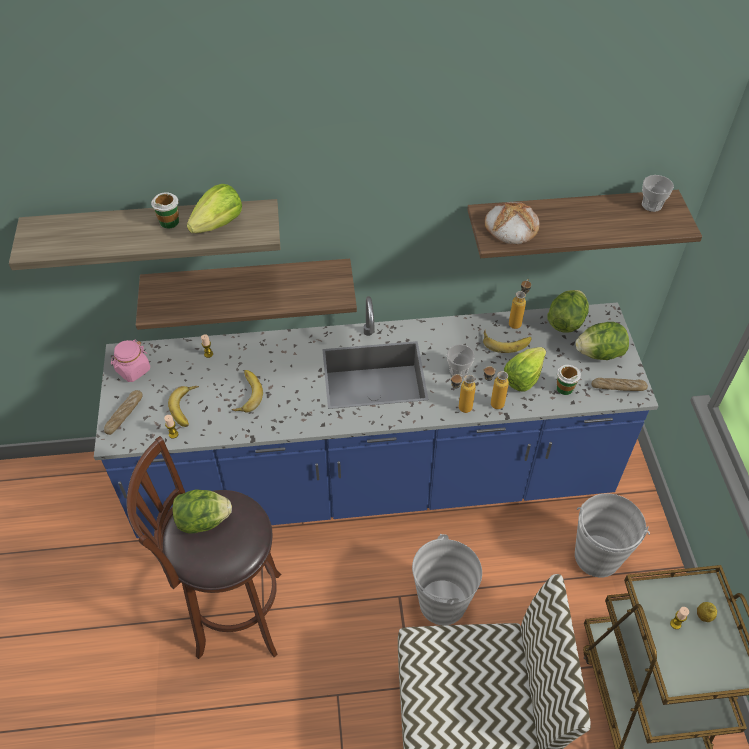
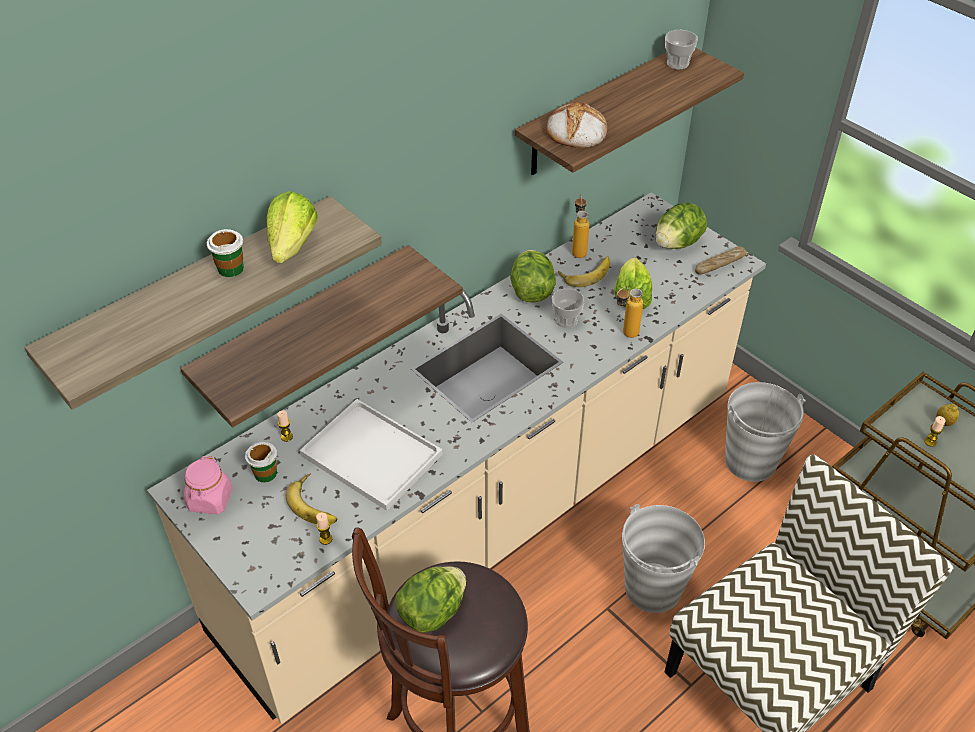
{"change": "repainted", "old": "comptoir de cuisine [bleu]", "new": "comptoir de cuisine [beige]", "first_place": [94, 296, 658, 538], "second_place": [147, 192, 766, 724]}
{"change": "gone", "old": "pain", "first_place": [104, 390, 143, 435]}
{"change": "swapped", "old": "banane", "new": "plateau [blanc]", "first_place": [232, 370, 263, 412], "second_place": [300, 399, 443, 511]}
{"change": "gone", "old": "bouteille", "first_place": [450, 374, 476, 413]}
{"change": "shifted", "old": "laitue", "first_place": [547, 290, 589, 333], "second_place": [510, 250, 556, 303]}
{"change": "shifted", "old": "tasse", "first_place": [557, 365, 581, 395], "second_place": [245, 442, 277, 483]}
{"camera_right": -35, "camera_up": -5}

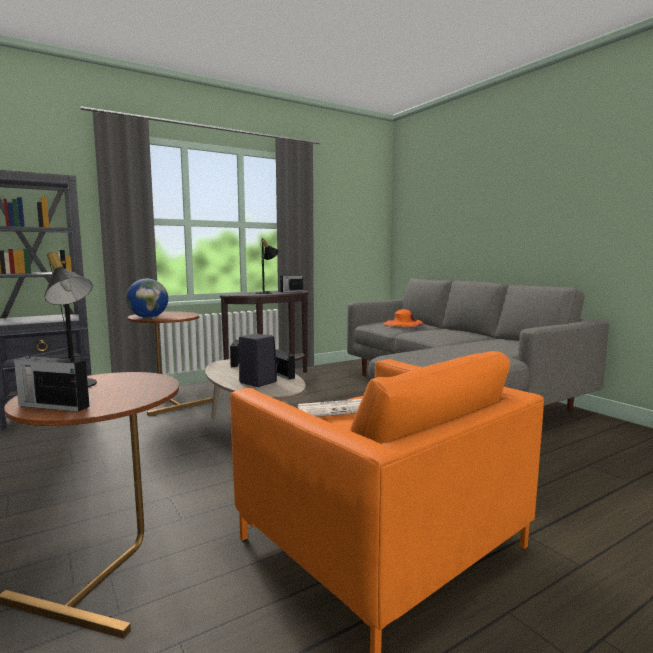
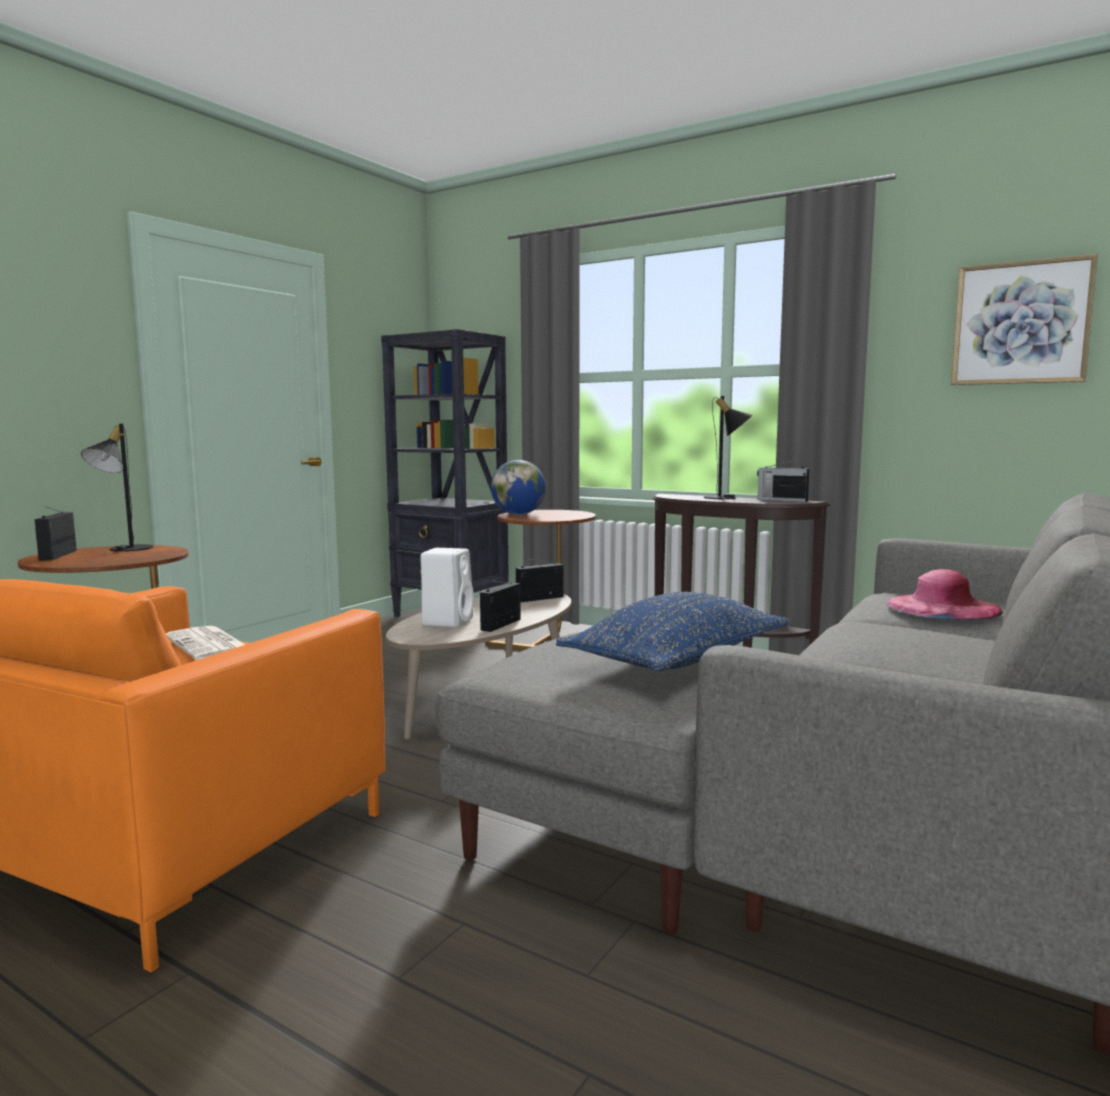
{"change": "repainted", "old": "enceinte [noir]", "new": "enceinte [blanc]", "first_place": [239, 333, 277, 387], "second_place": [420, 548, 474, 627]}
{"change": "repainted", "old": "chapeau [orange]", "new": "chapeau [rose]", "first_place": [384, 309, 424, 327], "second_place": [886, 569, 1003, 620]}
{"change": "new", "new": "coussin [bleu]", "second_place": [556, 592, 789, 671]}
{"change": "new", "new": "tableau", "second_place": [951, 254, 1098, 385]}
{"camera_right": 65, "camera_up": 0}

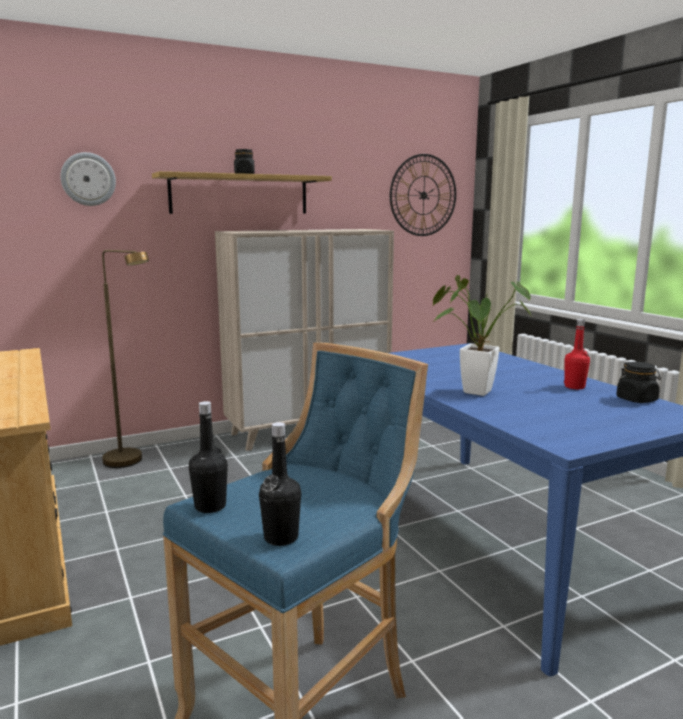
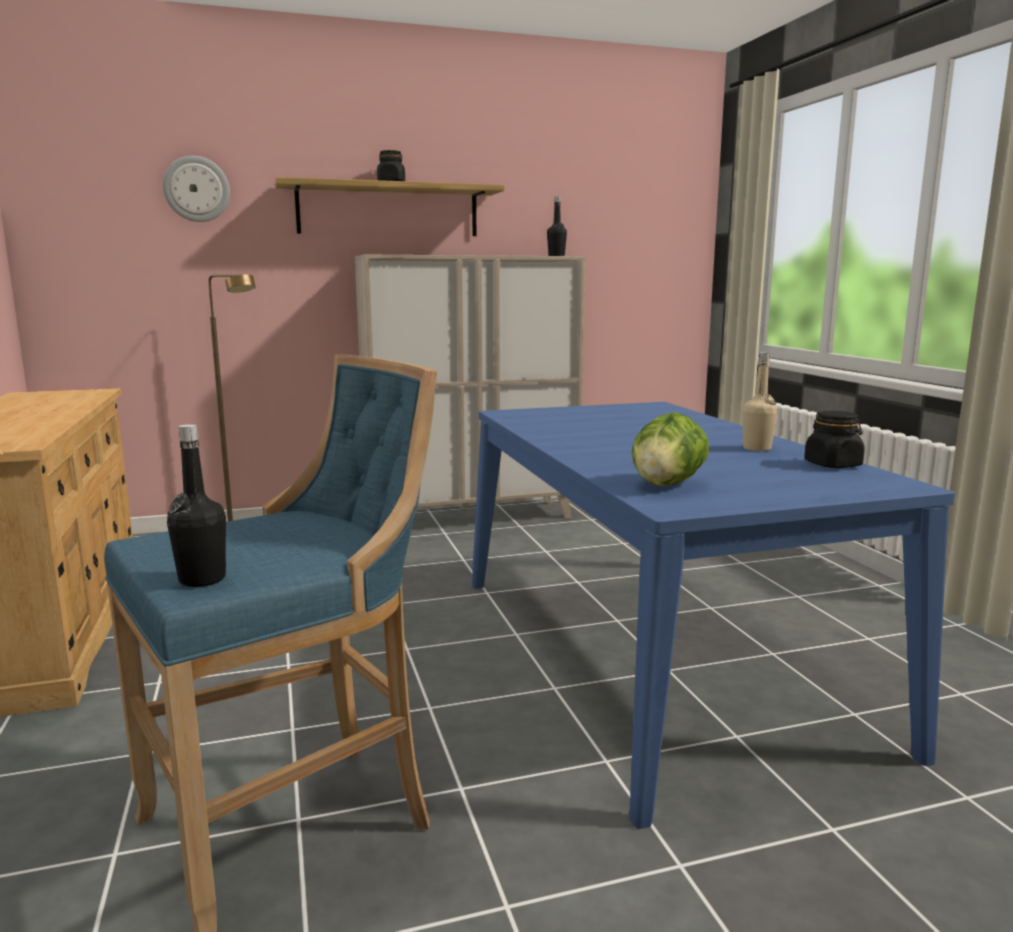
{"change": "shifted", "old": "bouteille [noir]", "first_place": [189, 401, 228, 513], "second_place": [547, 197, 567, 256]}
{"change": "gone", "old": "horloge murale", "first_place": [390, 154, 456, 236]}
{"change": "gone", "old": "plante en pot", "first_place": [433, 275, 532, 396]}
{"change": "repainted", "old": "bouteille [rouge]", "new": "bouteille [beige]", "first_place": [564, 319, 590, 389], "second_place": [743, 352, 778, 451]}
{"change": "new", "new": "laitue", "second_place": [632, 412, 710, 486]}
{"camera_right": 10, "camera_up": 0}

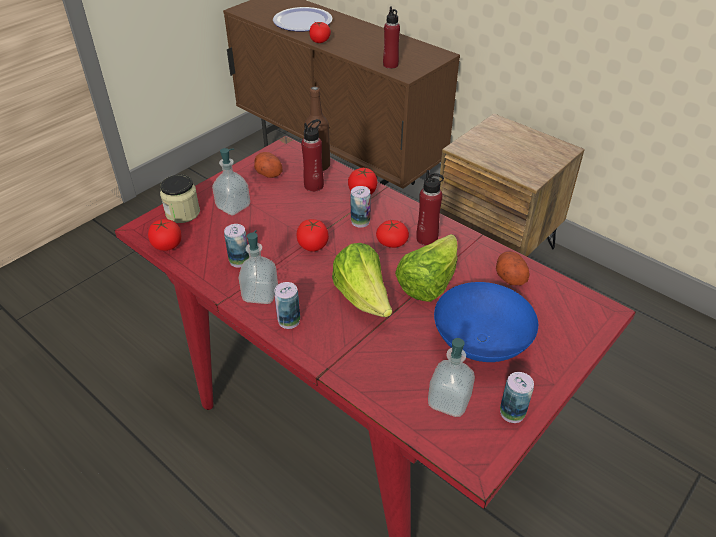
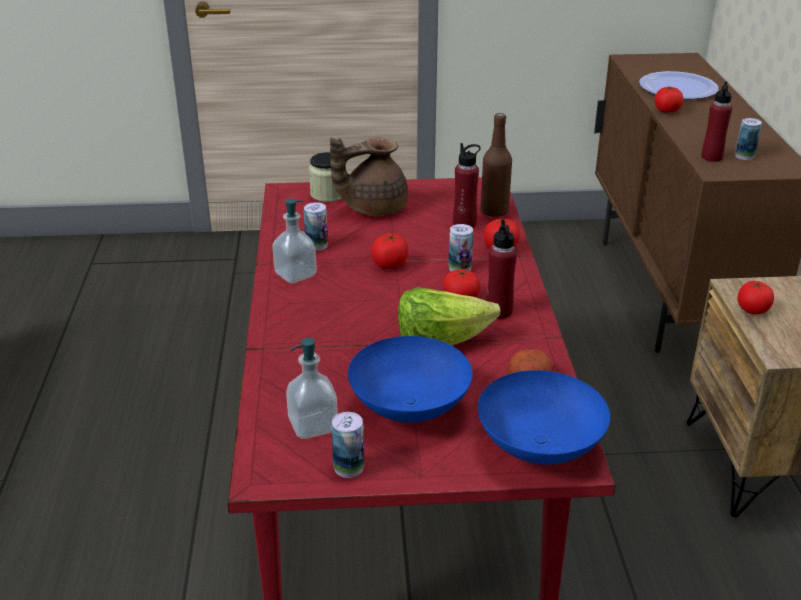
{"change": "shifted", "old": "tomate", "first_place": [148, 219, 181, 251], "second_place": [737, 281, 774, 314]}
{"change": "swapped", "old": "distributeur de savon", "new": "théière [marron]", "first_place": [212, 148, 250, 216], "second_place": [330, 137, 408, 216]}
{"change": "gone", "old": "pomme de terre", "first_place": [254, 152, 282, 178]}
{"change": "shifted", "old": "boîte métallique", "first_place": [274, 282, 300, 329], "second_place": [735, 118, 762, 160]}
{"change": "gone", "old": "laitue", "first_place": [332, 243, 392, 317]}
{"change": "new", "new": "bol [bleu]", "second_place": [478, 370, 610, 465]}
{"camera_right": 45, "camera_up": -10}

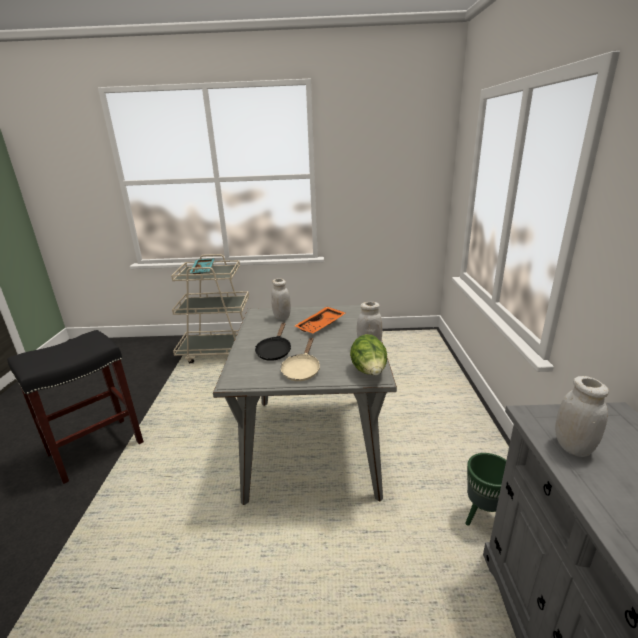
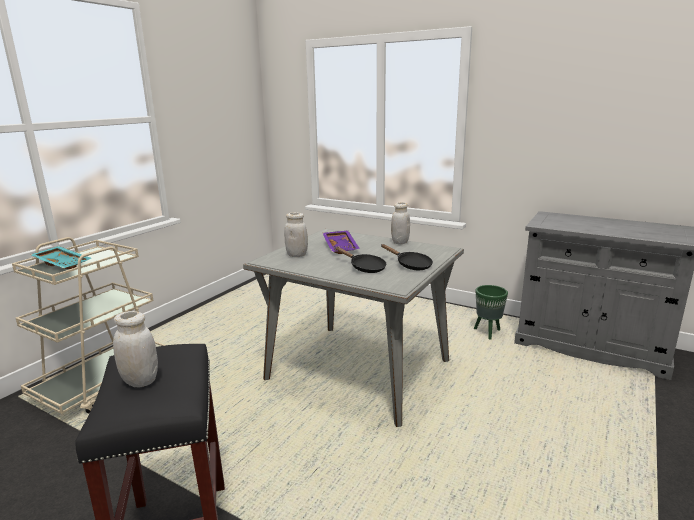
{"change": "repainted", "old": "poêle [beige]", "new": "poêle [noir]", "first_place": [281, 338, 320, 381], "second_place": [381, 244, 433, 270]}
{"change": "repainted", "old": "plateau [orange]", "new": "plateau [violet]", "first_place": [295, 307, 345, 333], "second_place": [323, 230, 360, 254]}
{"change": "gone", "old": "laitue", "first_place": [350, 334, 387, 375]}
{"change": "shifted", "old": "bocal [blanc]", "first_place": [555, 376, 609, 457], "second_place": [113, 311, 158, 387]}
{"camera_right": -60, "camera_up": -5}

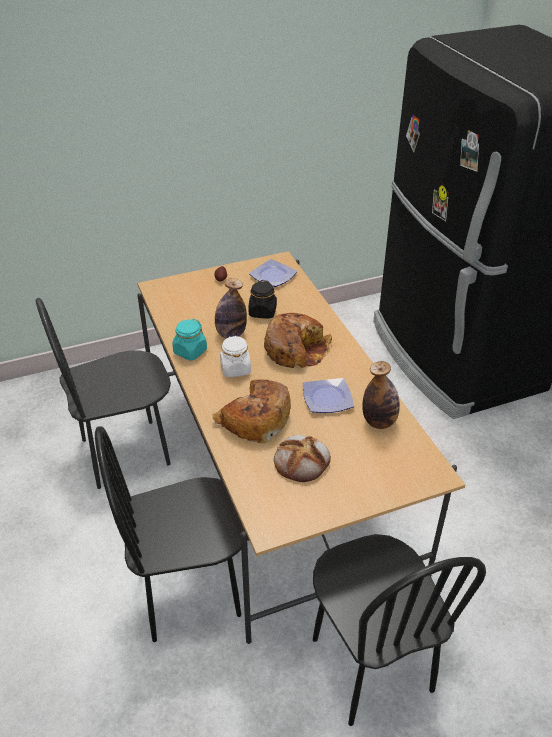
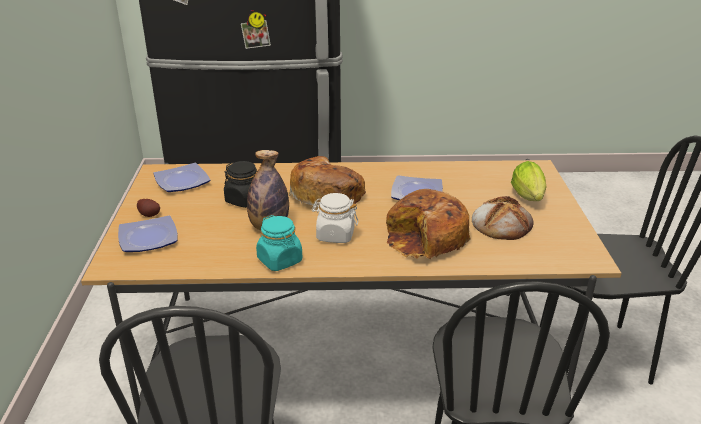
{"change": "gone", "old": "bouteille", "first_place": [362, 361, 400, 429]}
{"change": "new", "new": "assiette", "second_place": [118, 215, 178, 252]}
{"change": "new", "new": "laitue", "second_place": [511, 161, 547, 201]}
{"camera_right": -70, "camera_up": -10}

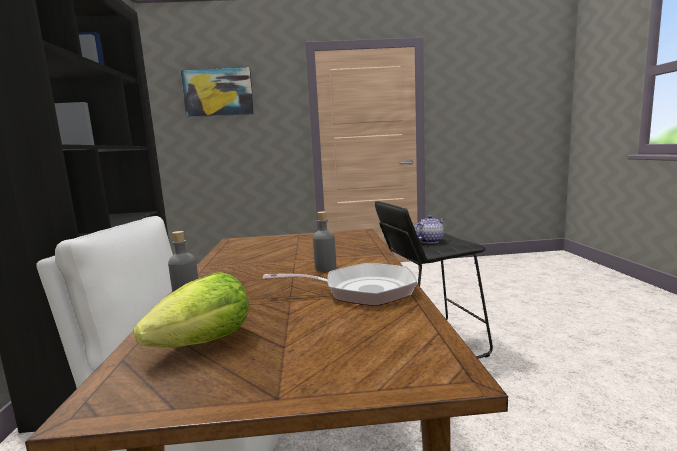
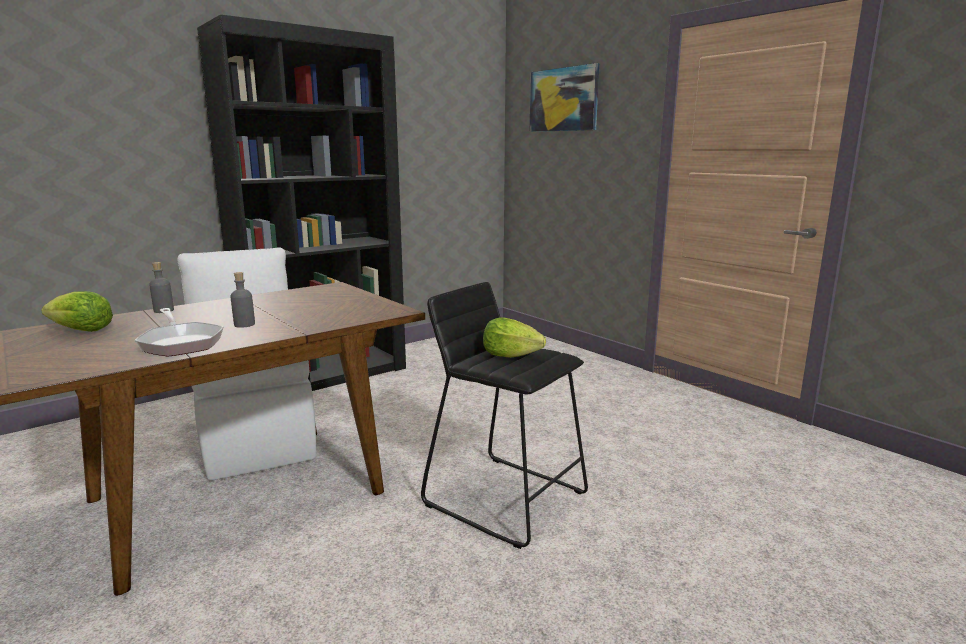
{"change": "swapped", "old": "théière", "new": "laitue", "first_place": [414, 215, 445, 244], "second_place": [483, 318, 546, 358]}
{"camera_right": 55, "camera_up": 5}

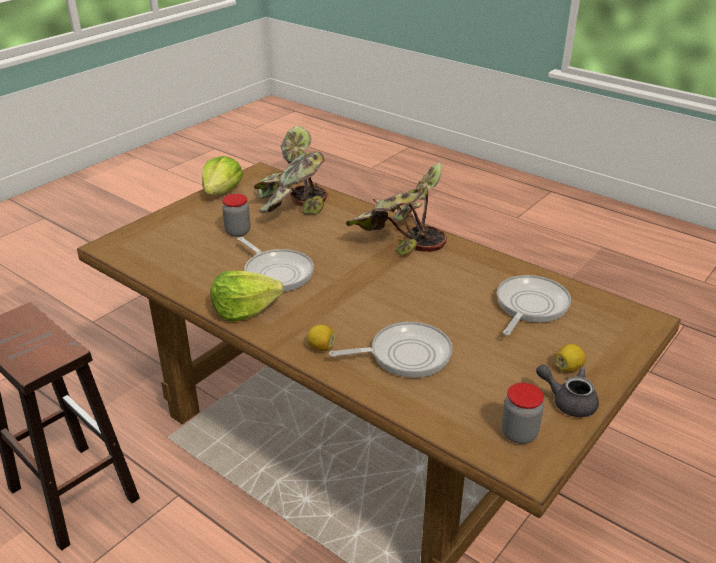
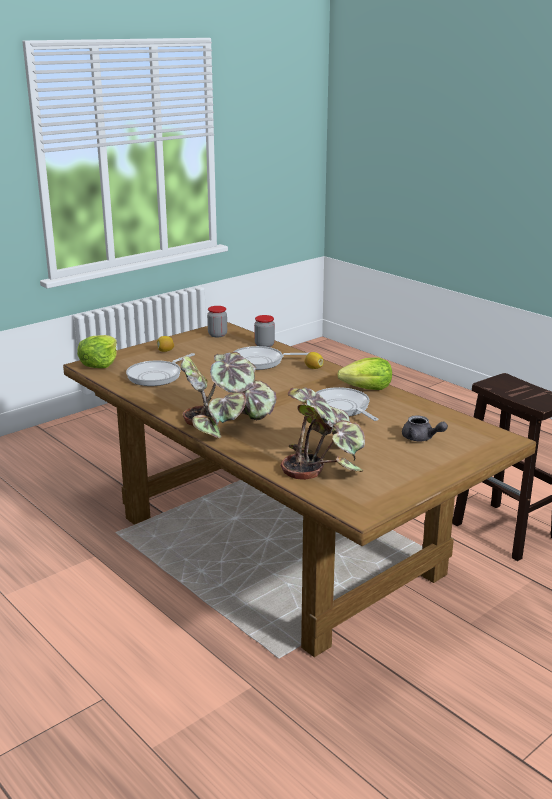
{"change": "shifted", "old": "laitue", "first_place": [202, 156, 243, 195], "second_place": [77, 335, 117, 368]}
{"change": "shifted", "old": "bocal", "first_place": [222, 194, 251, 237], "second_place": [254, 315, 275, 347]}
{"change": "shifted", "old": "théière [gris]", "first_place": [536, 364, 599, 417], "second_place": [402, 415, 448, 441]}
{"camera_right": -170, "camera_up": -10}

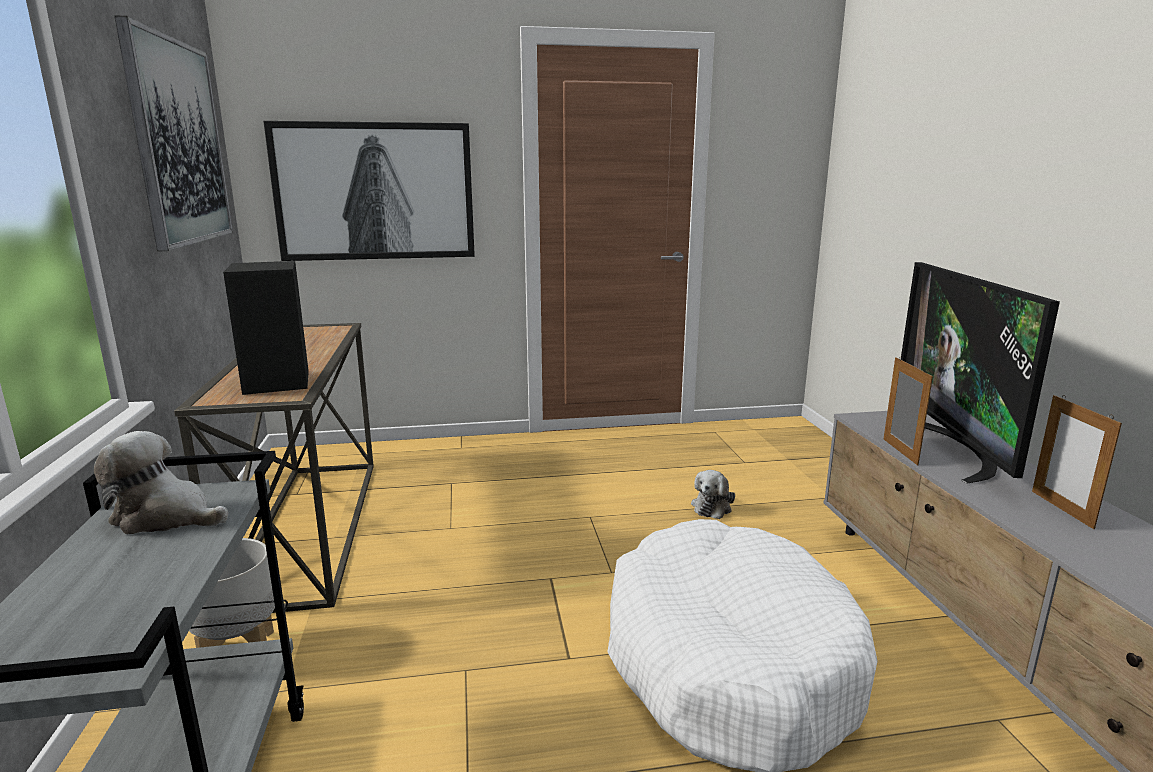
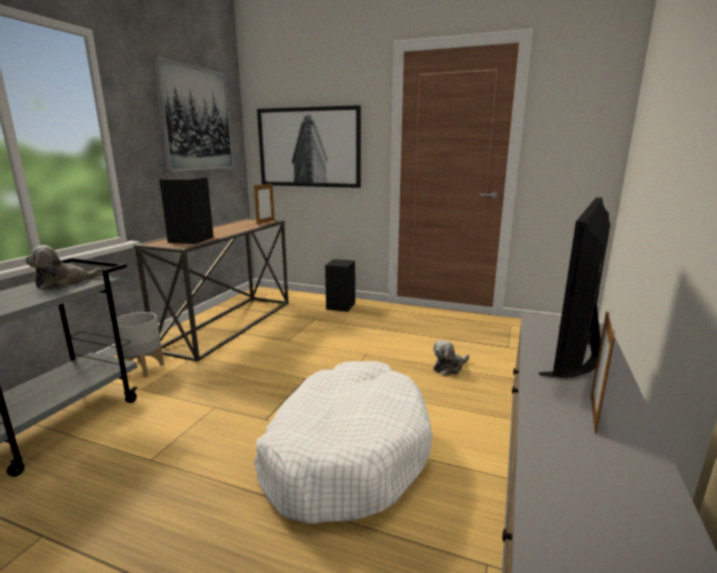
{"change": "rotated", "old": "peluche", "first_place": [94, 431, 228, 534], "second_place": [25, 245, 102, 290], "degrees": -90}
{"change": "shifted", "old": "cadre photo", "first_place": [884, 357, 933, 465], "second_place": [254, 182, 275, 224]}
{"change": "new", "new": "enceinte [noir]", "second_place": [325, 259, 355, 312]}
{"camera_right": 30, "camera_up": 0}

